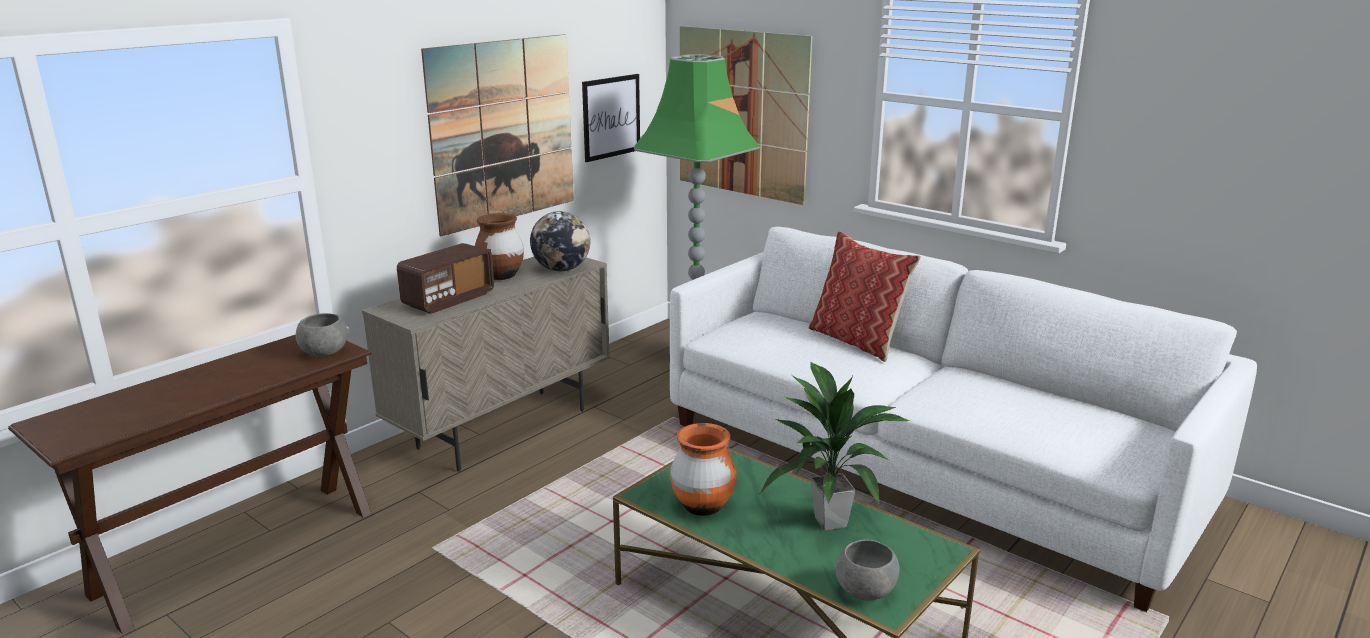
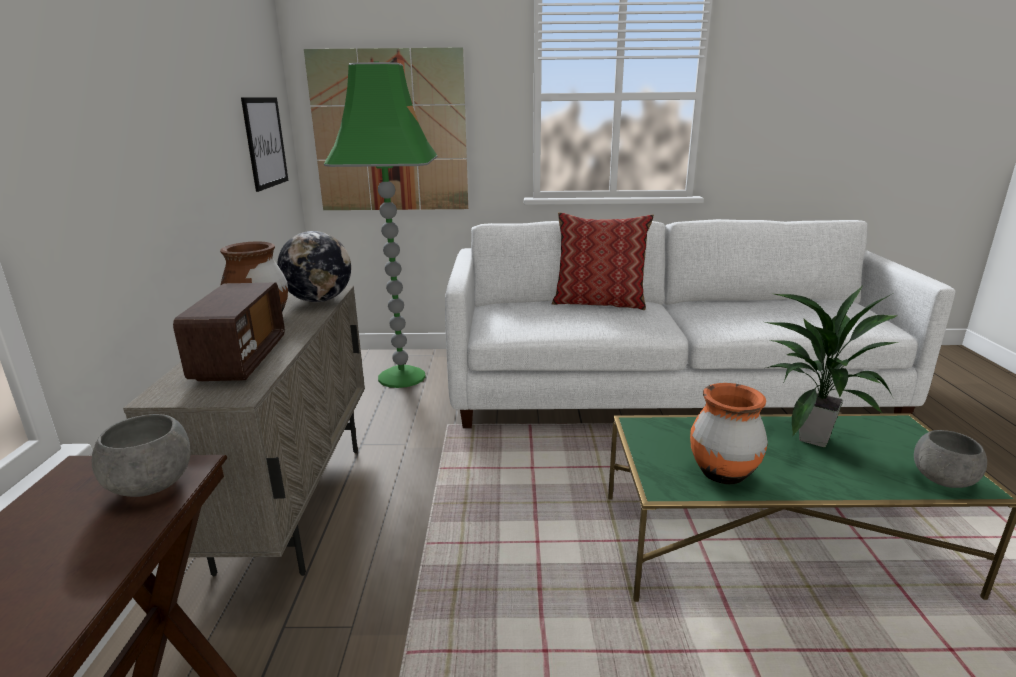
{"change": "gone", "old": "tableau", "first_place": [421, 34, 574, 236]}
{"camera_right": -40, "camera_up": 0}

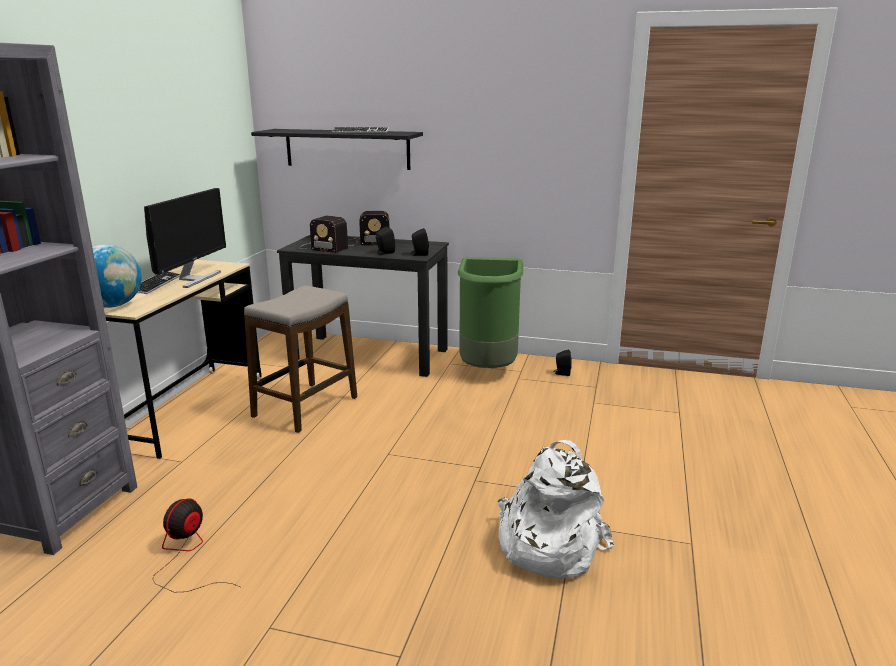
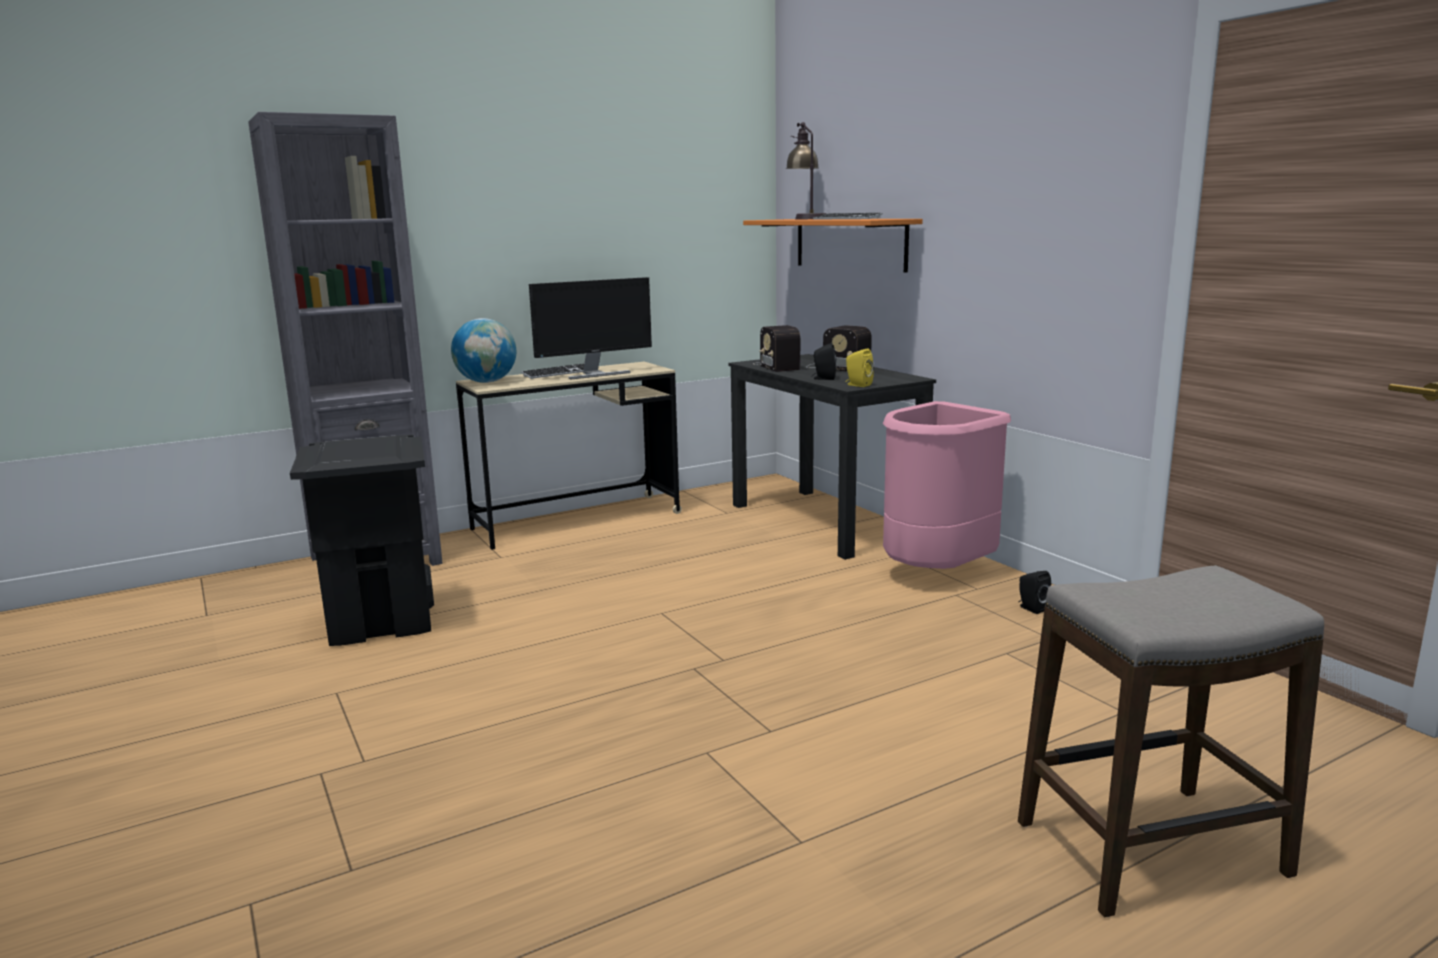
{"change": "swapped", "old": "ventilateur", "new": "poubelle [noir]", "first_place": [153, 498, 240, 592], "second_place": [290, 434, 434, 646]}
{"change": "shifted", "old": "tabouret", "first_place": [244, 286, 357, 433], "second_place": [1018, 565, 1324, 917]}
{"change": "repainted", "old": "étagère [noir]", "new": "étagère [orange]", "first_place": [251, 129, 423, 170], "second_place": [743, 219, 923, 273]}
{"change": "repainted", "old": "enceinte [noir]", "new": "enceinte [jaune]", "first_place": [410, 228, 429, 256], "second_place": [846, 348, 874, 387]}
{"change": "repainted", "old": "poubelle [vert]", "new": "poubelle [rose]", "first_place": [458, 257, 523, 368], "second_place": [883, 401, 1011, 569]}
{"change": "gone", "old": "sac à dos [blanc]", "first_place": [498, 440, 614, 579]}
{"change": "new", "new": "lampe de table", "second_place": [786, 122, 827, 219]}
{"camera_right": 45, "camera_up": -5}

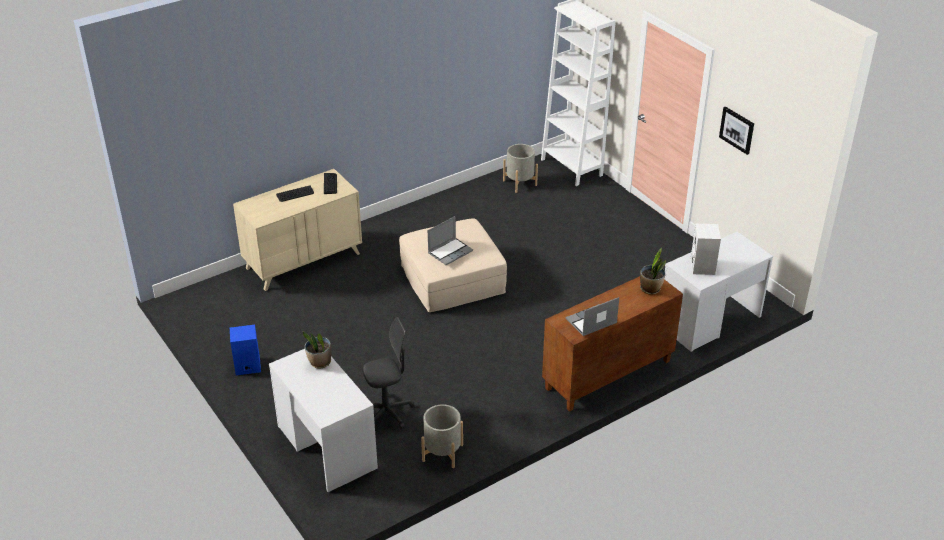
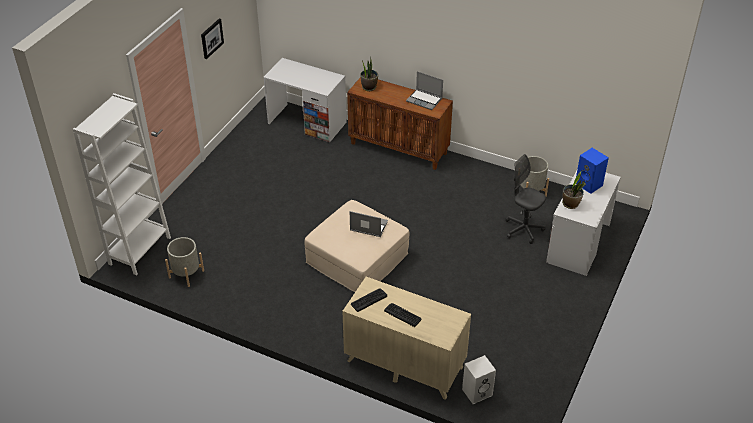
{"change": "shifted", "old": "enceinte [bleu]", "first_place": [230, 325, 261, 375], "second_place": [576, 148, 609, 194]}
{"change": "shifted", "old": "enceinte [blanc]", "first_place": [690, 224, 721, 275], "second_place": [462, 355, 496, 404]}
{"camera_right": -120, "camera_up": 5}

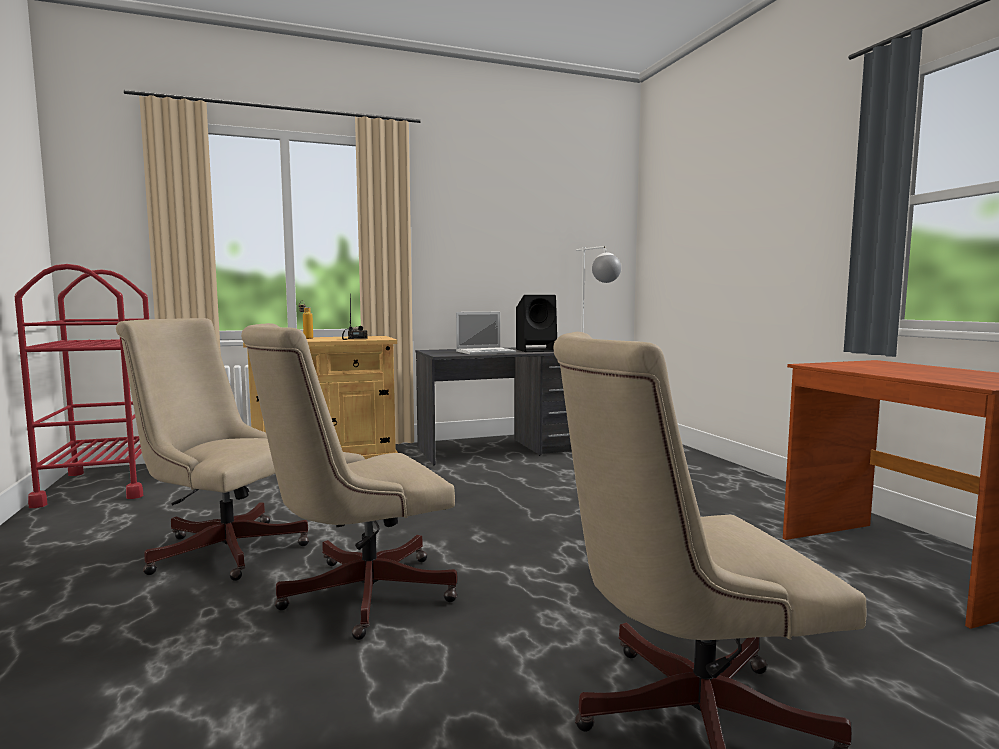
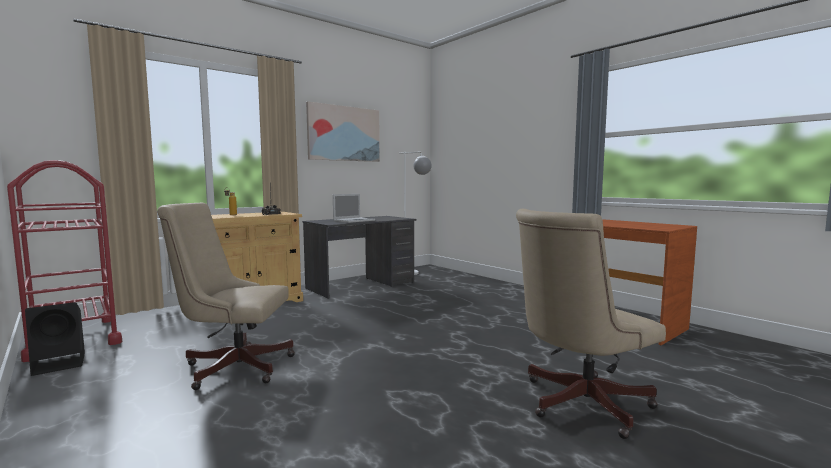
{"change": "gone", "old": "chaise de bureau [beige]", "first_place": [241, 323, 457, 640]}
{"change": "shifted", "old": "enceinte [noir]", "first_place": [516, 295, 557, 352], "second_place": [25, 302, 85, 376]}
{"change": "new", "new": "tableau", "second_place": [306, 101, 380, 162]}
{"camera_right": -20, "camera_up": 0}

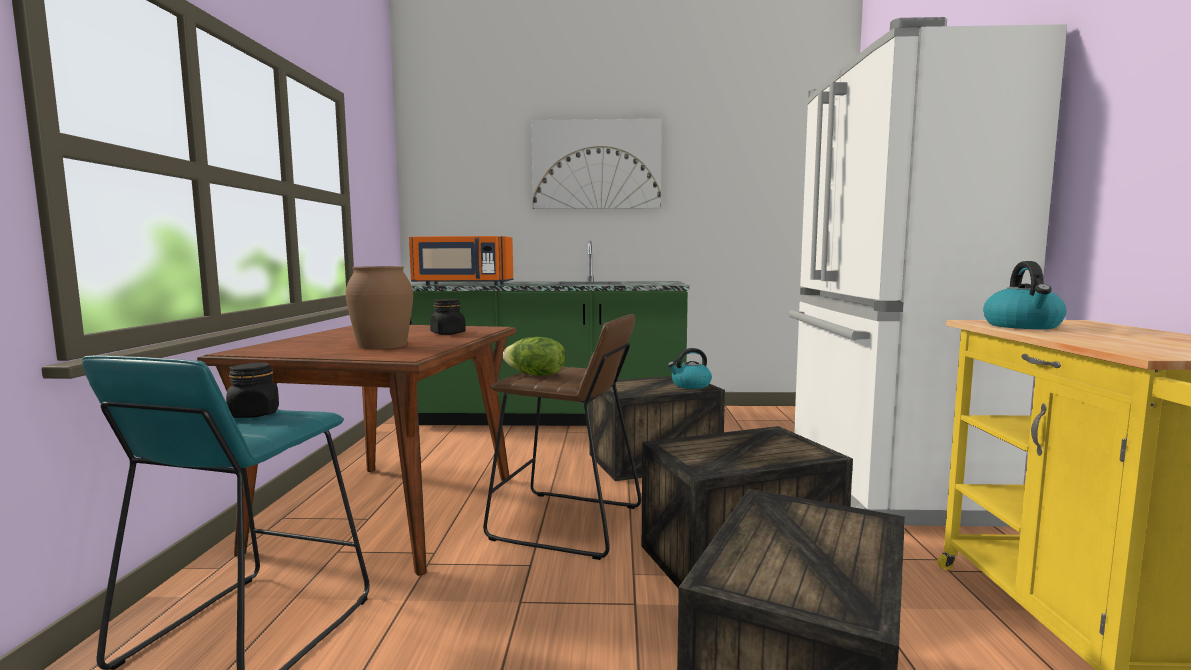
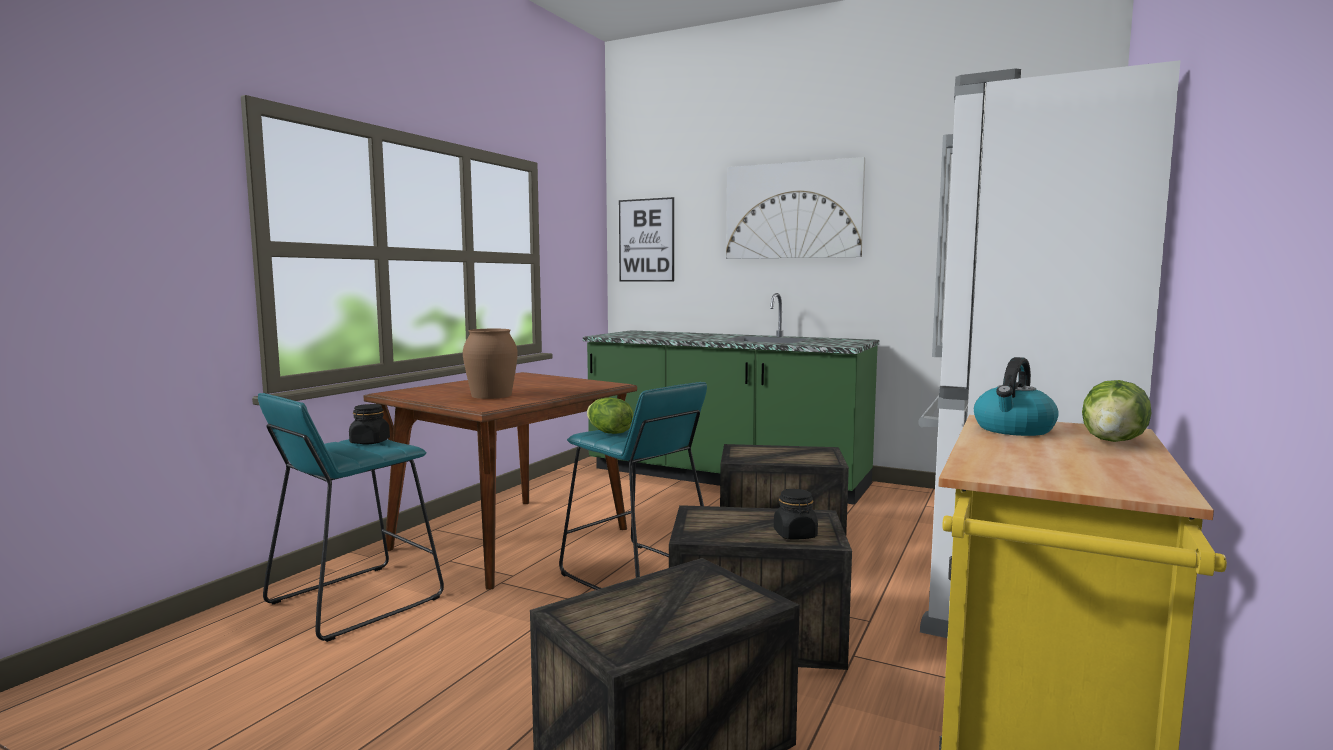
{"change": "gone", "old": "micro-ondes [orange]", "first_place": [409, 236, 513, 285]}
{"change": "shifted", "old": "bocal [noir]", "first_place": [430, 299, 466, 335], "second_place": [774, 489, 818, 540]}
{"change": "repainted", "old": "tabouret [marron]", "new": "tabouret [turquoise]", "first_place": [483, 314, 641, 560], "second_place": [559, 382, 707, 590]}
{"change": "gone", "old": "bouilloire", "first_place": [668, 348, 712, 389]}
{"change": "new", "new": "tableau", "second_place": [619, 197, 674, 282]}
{"change": "new", "new": "laitue", "second_place": [1082, 380, 1152, 442]}
{"camera_right": 25, "camera_up": 0}

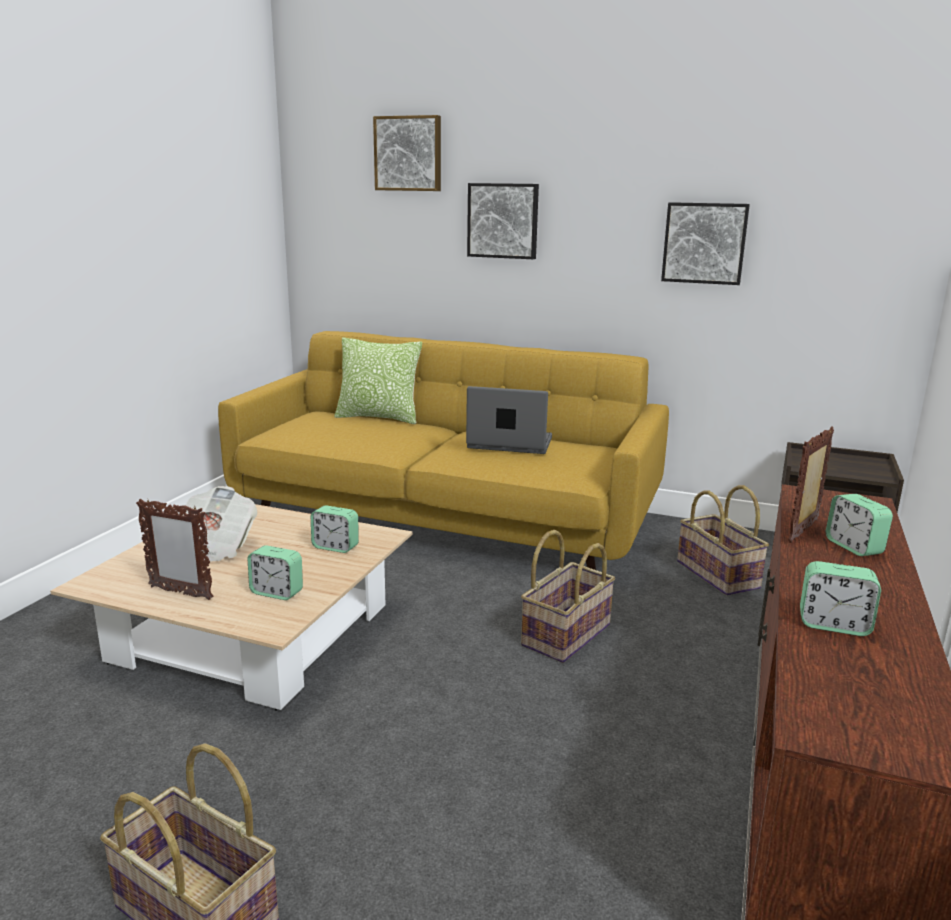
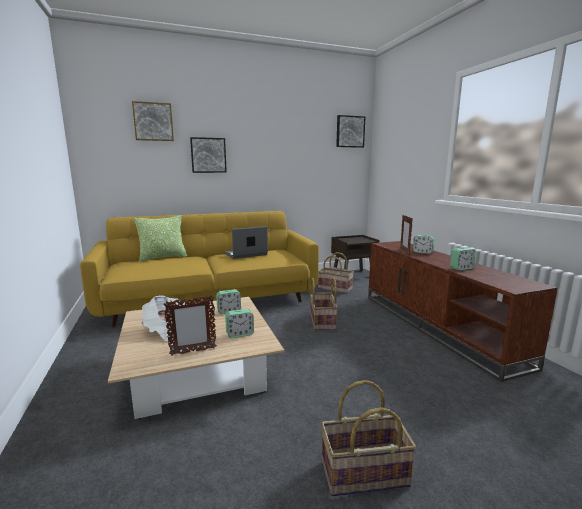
{"change": "shifted", "old": "tableau", "first_place": [661, 202, 750, 285], "second_place": [336, 115, 366, 148]}
{"camera_right": -40, "camera_up": -5}

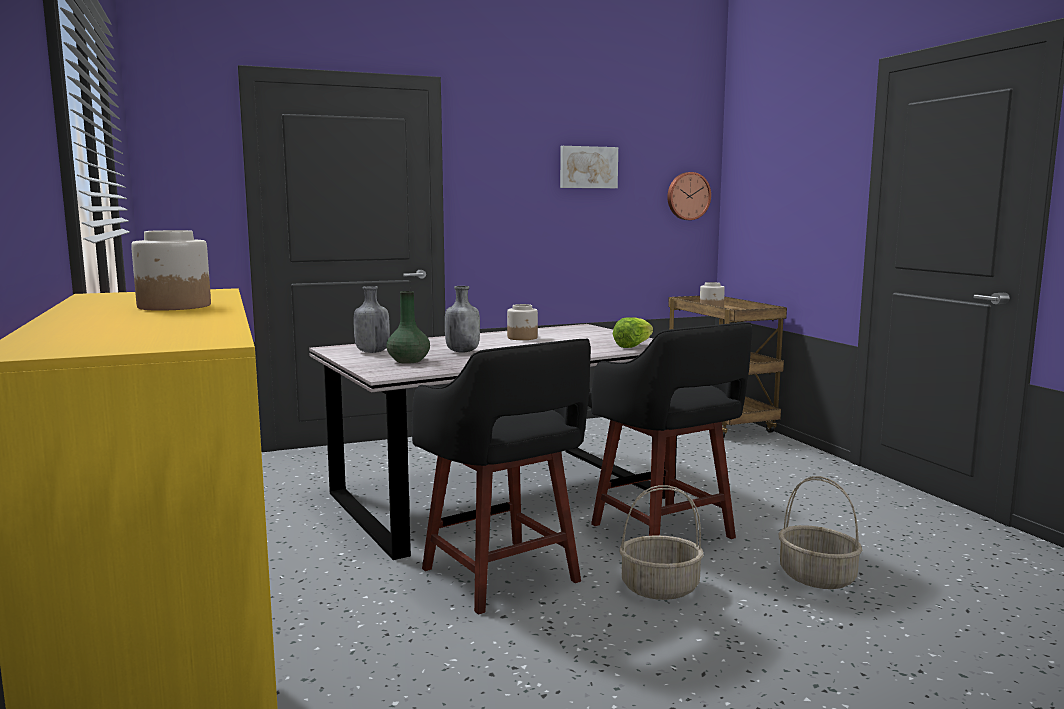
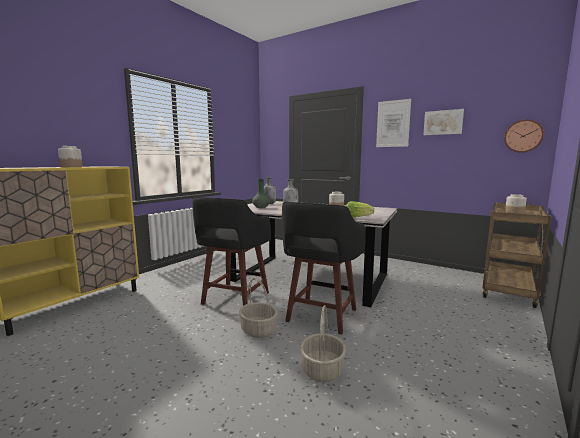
{"change": "new", "new": "tableau", "second_place": [376, 99, 411, 147]}
{"camera_right": 55, "camera_up": 0}

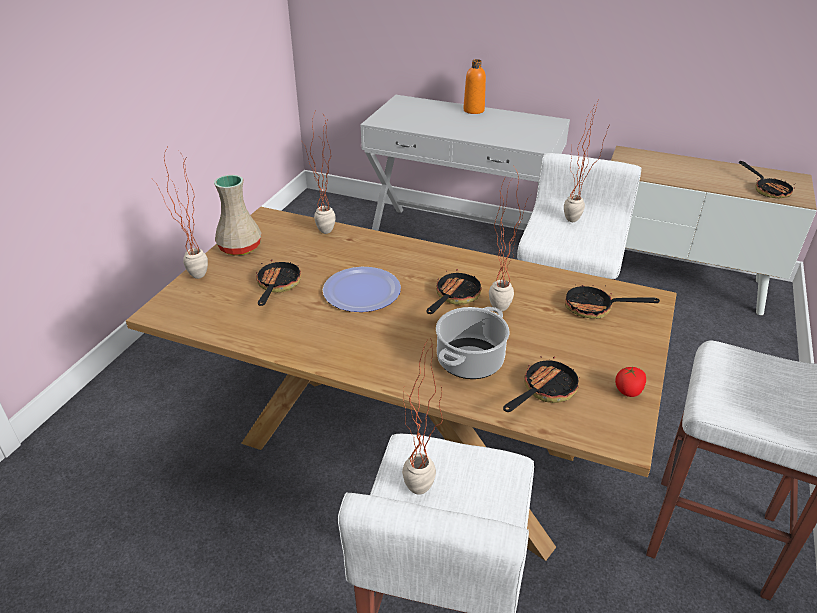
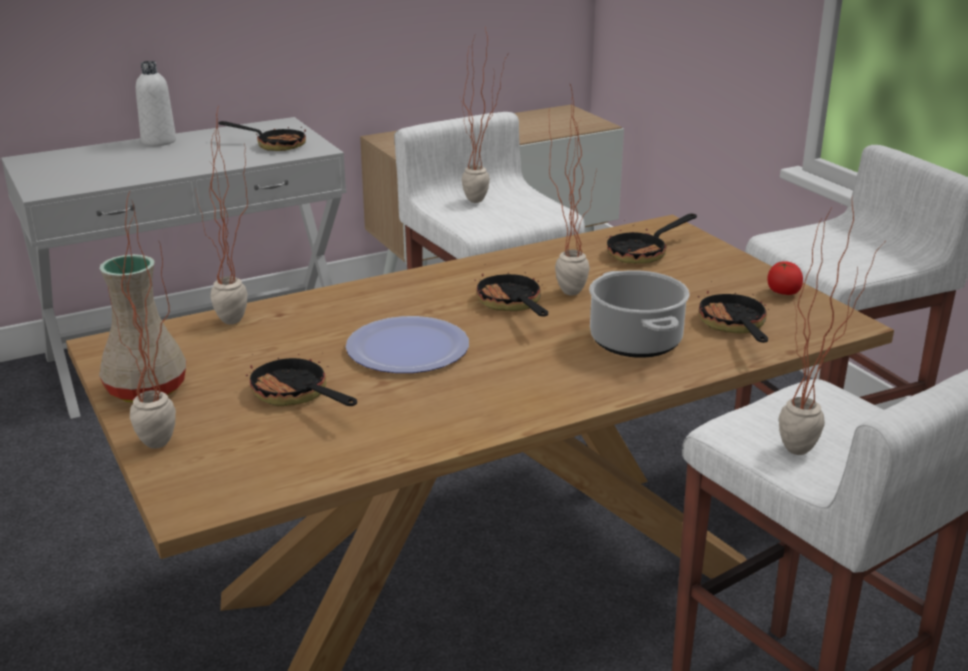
{"change": "repainted", "old": "bouteille [orange]", "new": "bouteille [blanc]", "first_place": [463, 59, 486, 114], "second_place": [136, 61, 176, 146]}
{"change": "shifted", "old": "poêle", "first_place": [739, 161, 795, 198], "second_place": [219, 121, 306, 151]}
{"camera_right": -50, "camera_up": -10}

